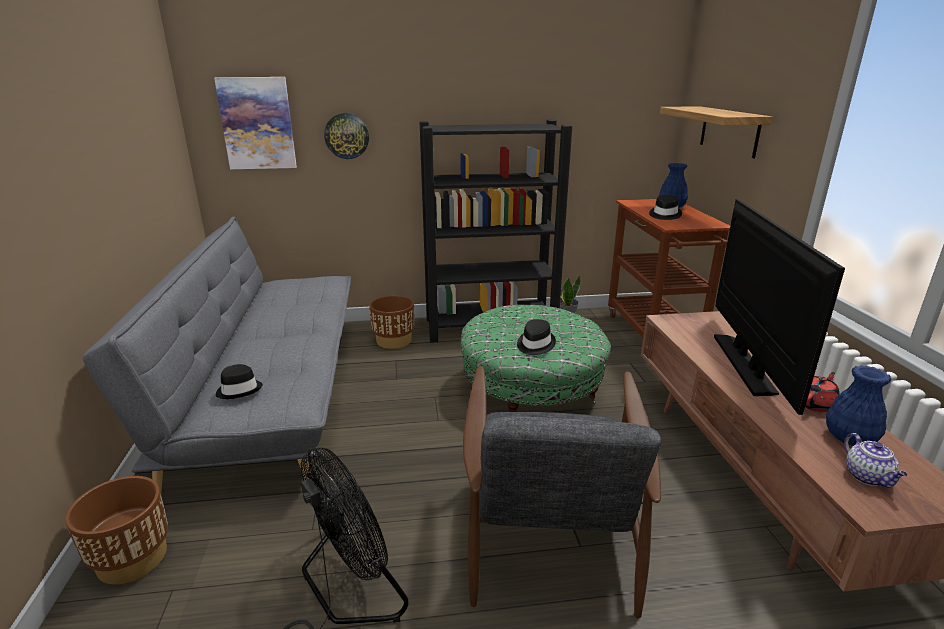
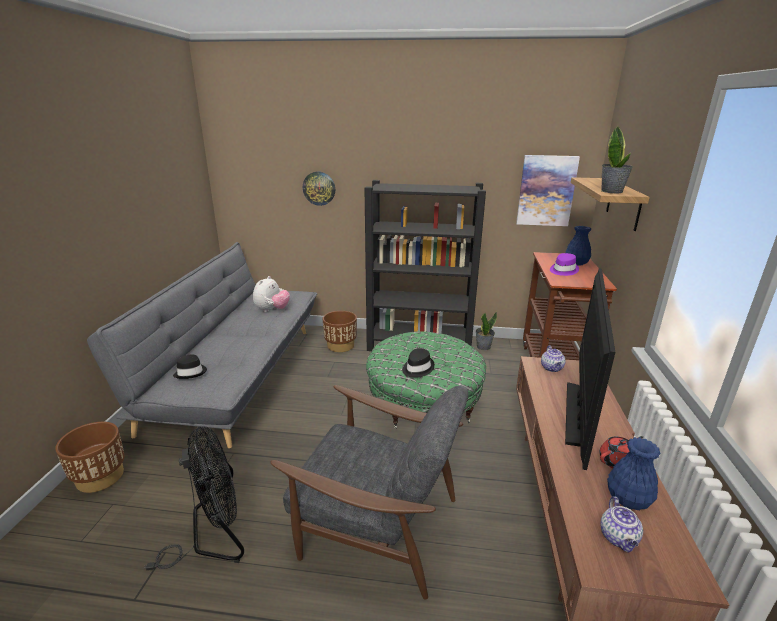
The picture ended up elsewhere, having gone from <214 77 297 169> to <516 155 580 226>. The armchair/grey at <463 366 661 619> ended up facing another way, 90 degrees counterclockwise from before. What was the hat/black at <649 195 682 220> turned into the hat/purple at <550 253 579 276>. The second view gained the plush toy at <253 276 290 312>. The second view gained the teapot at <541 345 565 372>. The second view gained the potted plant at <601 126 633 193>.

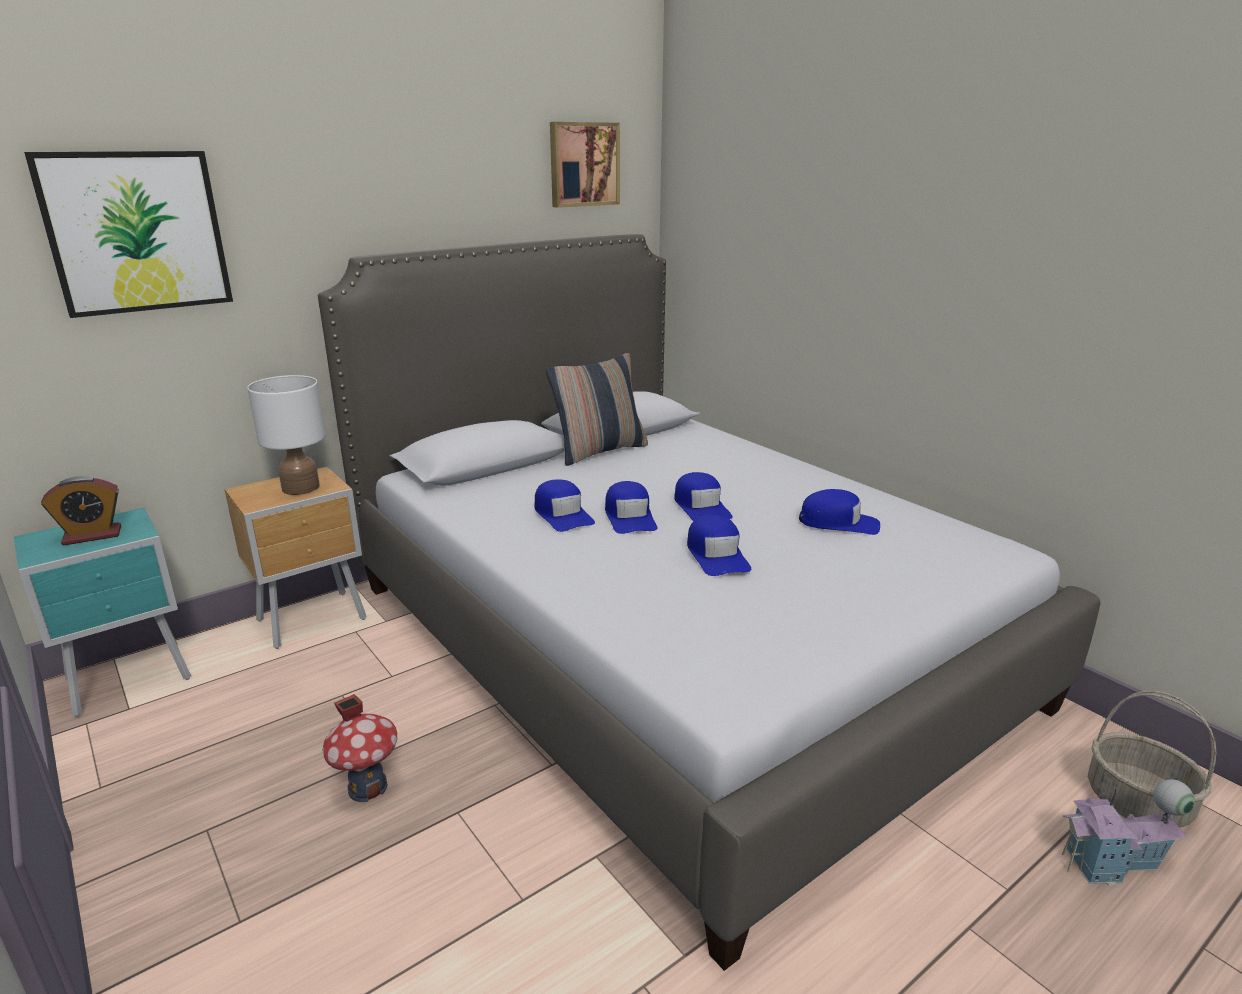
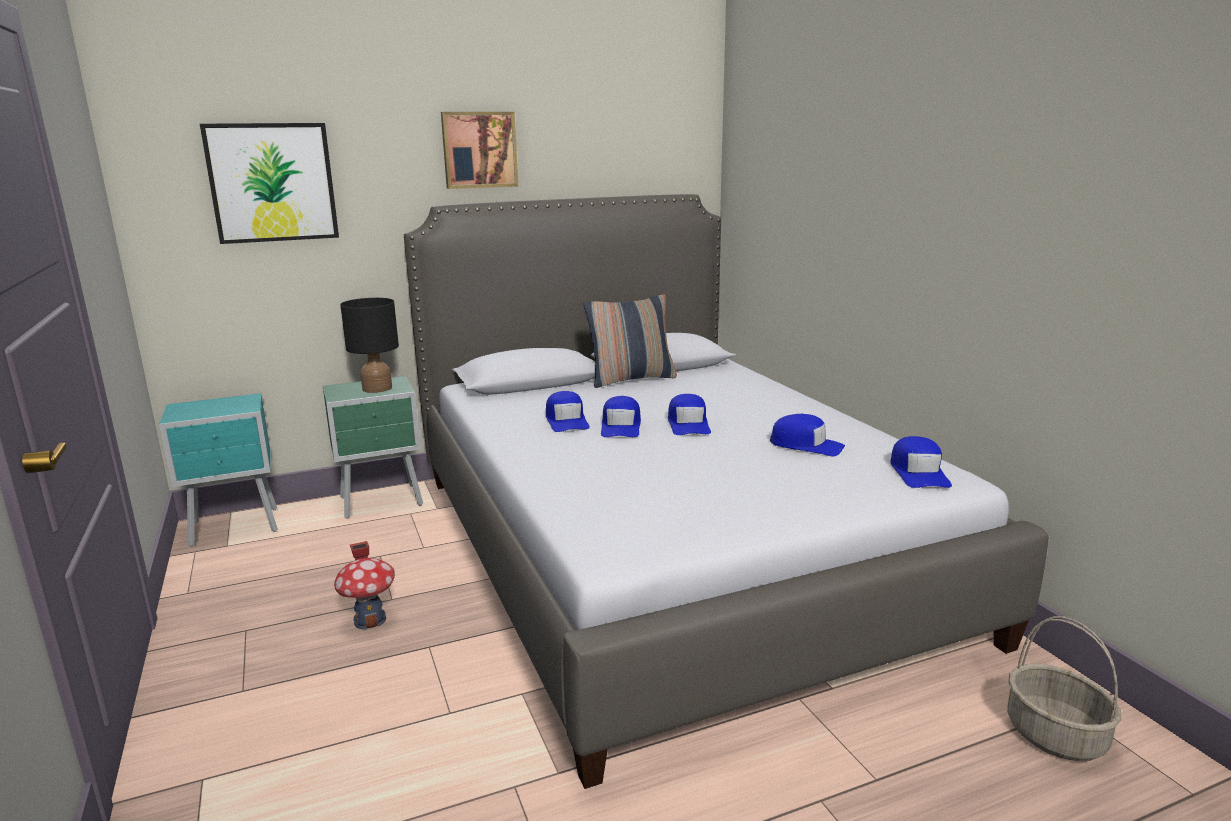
The second view lost the alarm clock at <41 476 121 546>. What was the nightstand/brown at <224 467 367 649> turned into the nightstand/green at <323 376 423 519>. What was the table lamp/white at <247 375 325 495> turned into the table lamp/black at <340 298 399 393>. The picture ended up elsewhere, having gone from <550 122 620 208> to <441 112 518 189>. The cap/blue ended up elsewhere, having gone from <687 515 751 576> to <890 436 952 488>. The second view lost the toy house at <1062 779 1195 885>.

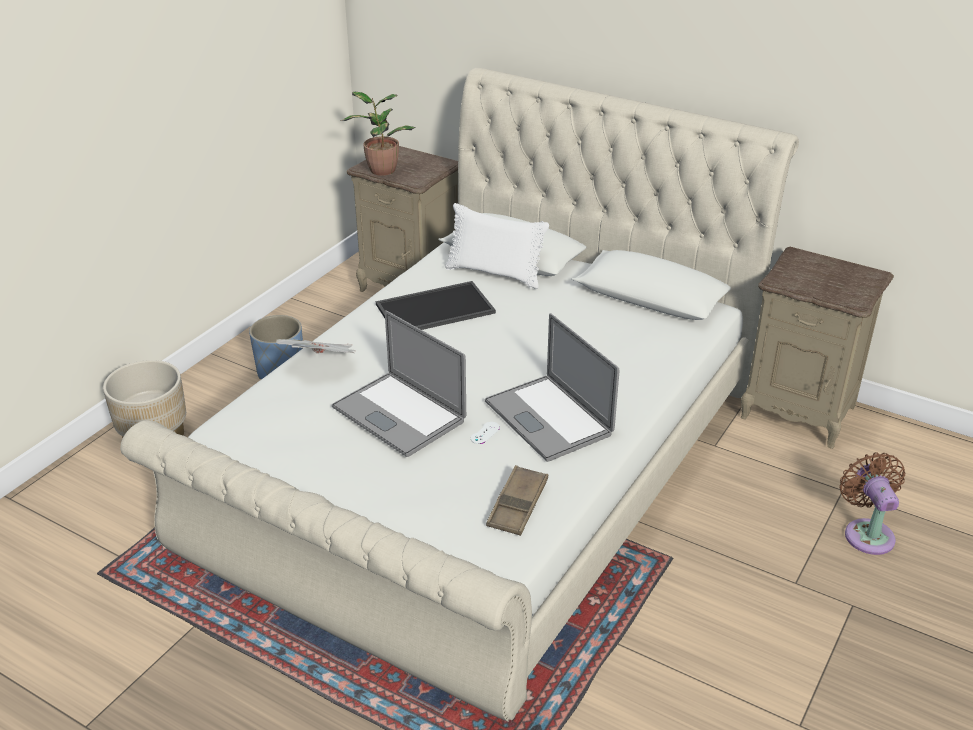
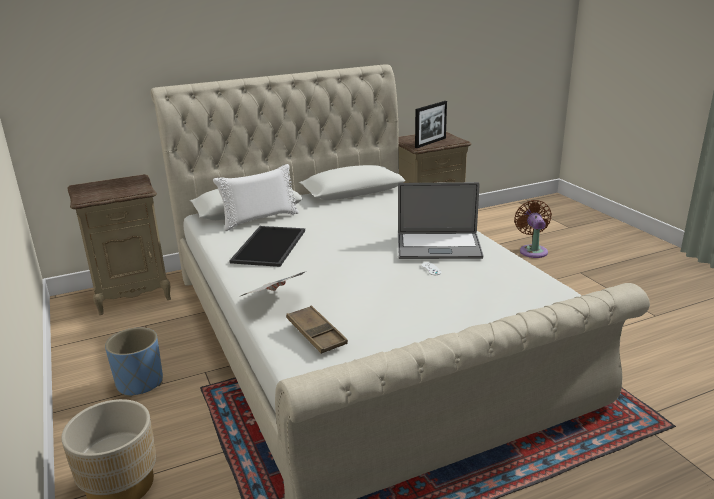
The second view lost the laptop at <332 310 466 457>. The second view lost the potted plant at <341 92 416 176>. The tray/brown ended up elsewhere, having gone from <486 465 548 536> to <286 305 348 354>. The fan/brown at <840 452 905 555> ended up facing another way, 60 degrees clockwise from before. The second view gained the picture frame at <415 101 447 148>.

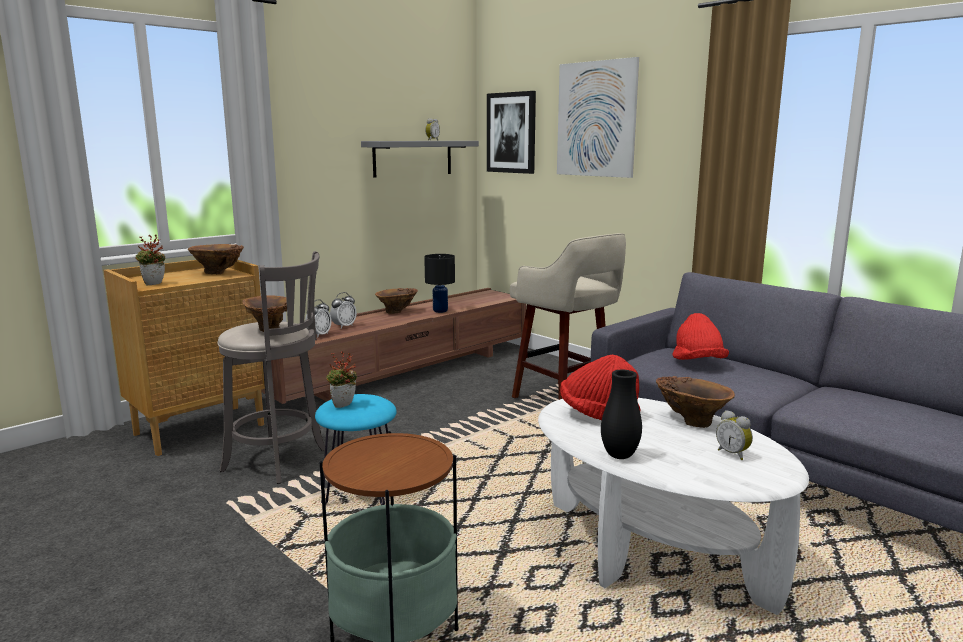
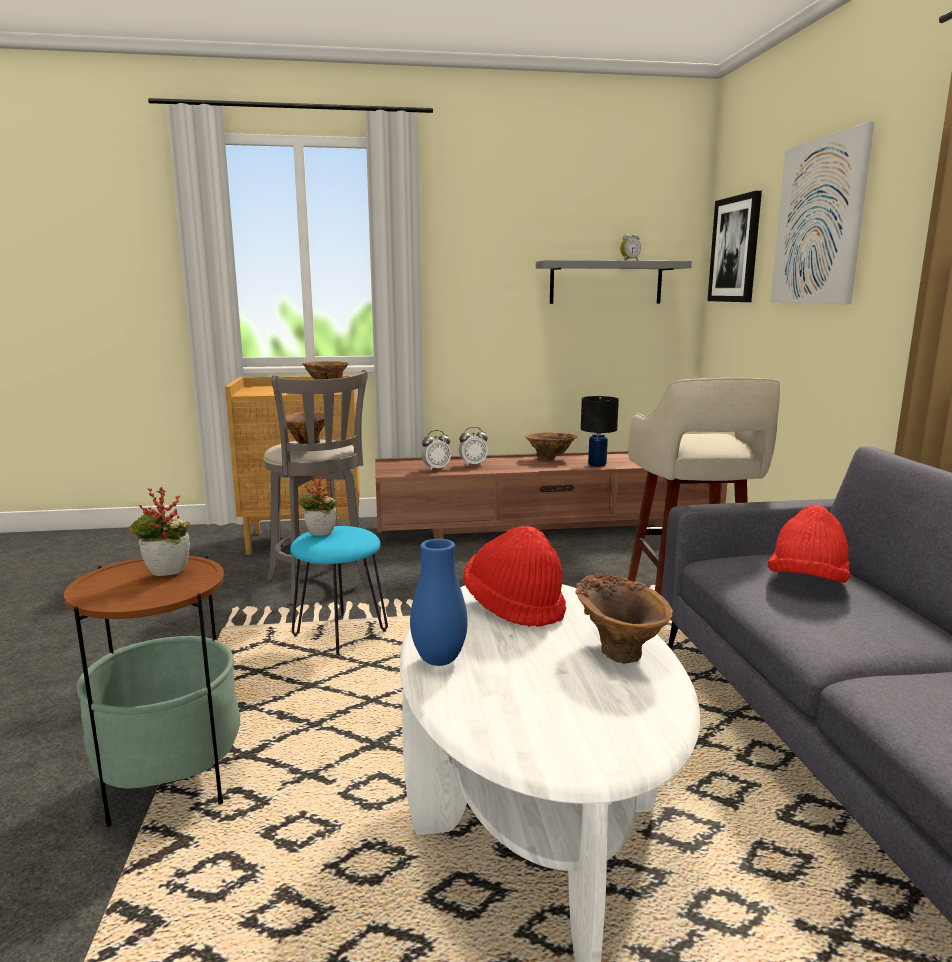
The potted plant ended up elsewhere, having gone from <135 234 165 285> to <129 486 190 576>. What was the vase/black at <601 370 642 459> turned into the vase/blue at <410 539 468 666>. The second view lost the alarm clock at <716 410 753 460>.

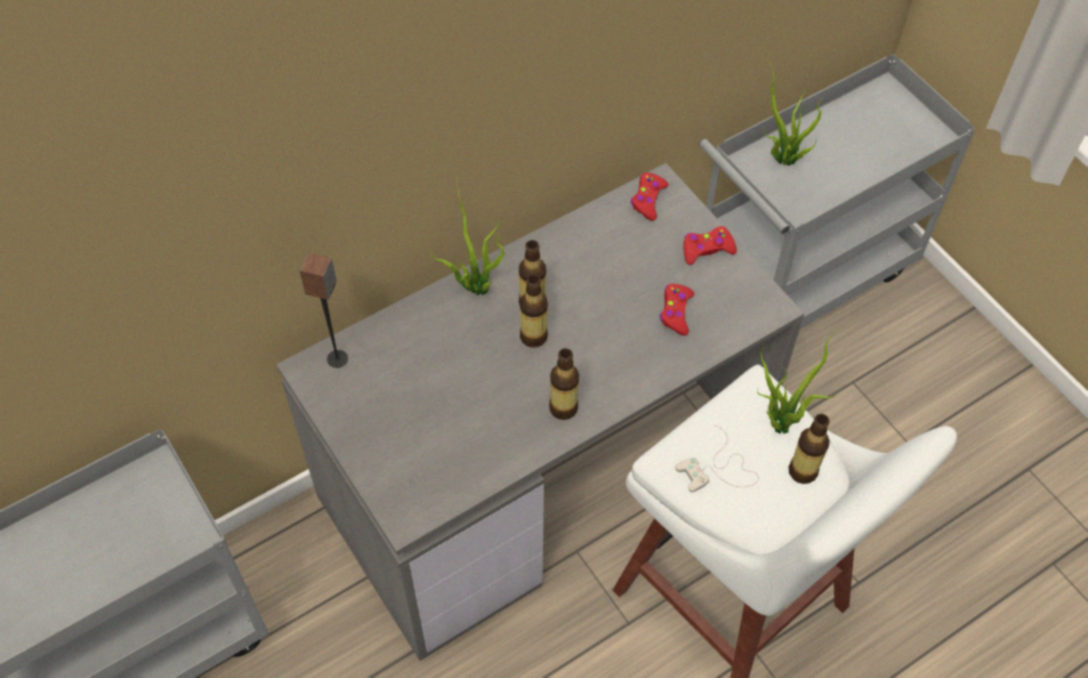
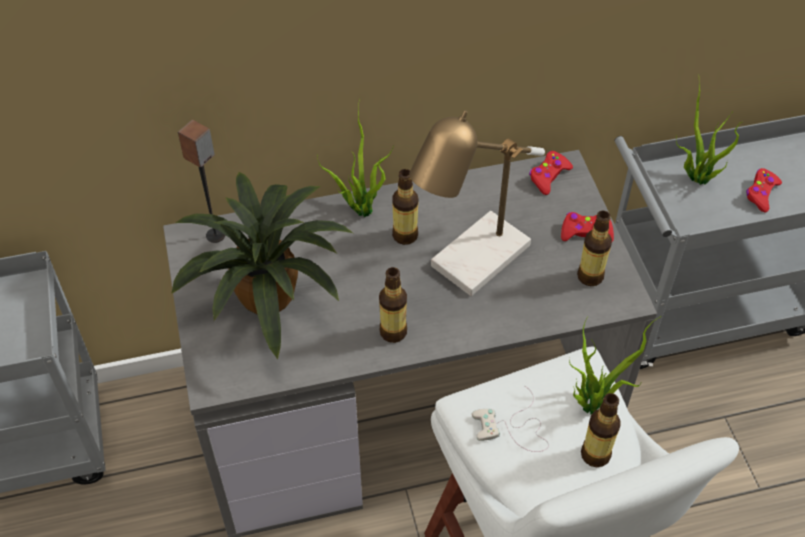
The bottle ended up elsewhere, having gone from <520 275 548 348> to <577 211 612 286>. The game controller/red ended up elsewhere, having gone from <660 284 694 336> to <746 168 782 212>. The second view gained the potted plant at <171 172 353 359>. The second view gained the table lamp at <409 110 545 296>.

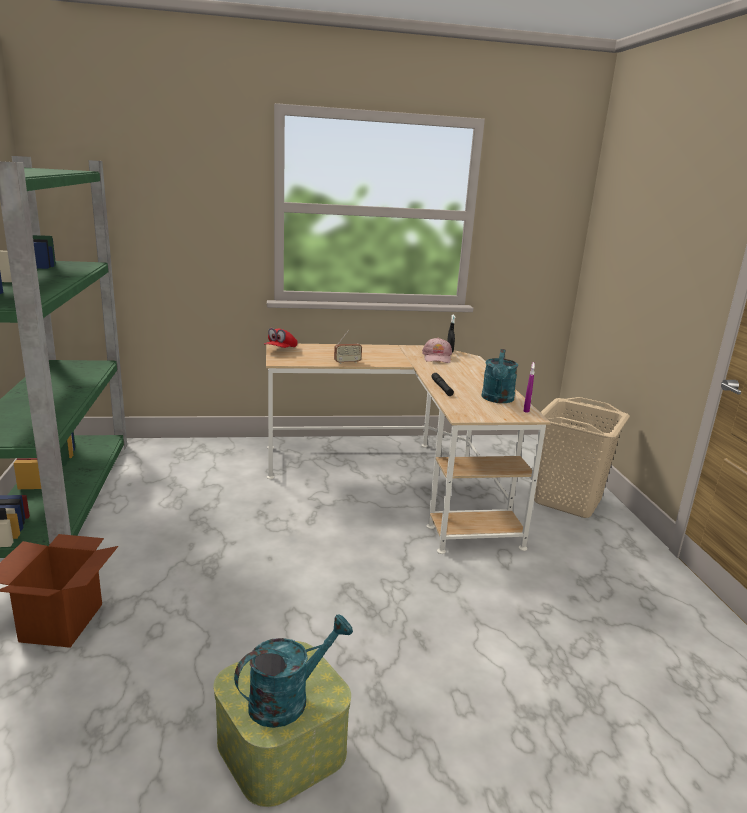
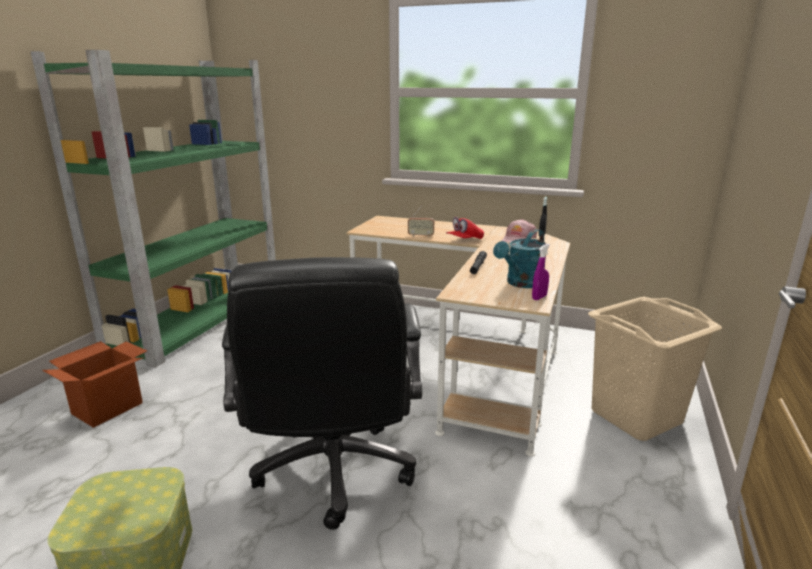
The second view lost the watering can/turquoise at <234 614 353 728>. The cap/red ended up elsewhere, having gone from <264 328 298 348> to <446 217 484 239>. The second view gained the office chair/black at <222 257 422 530>.

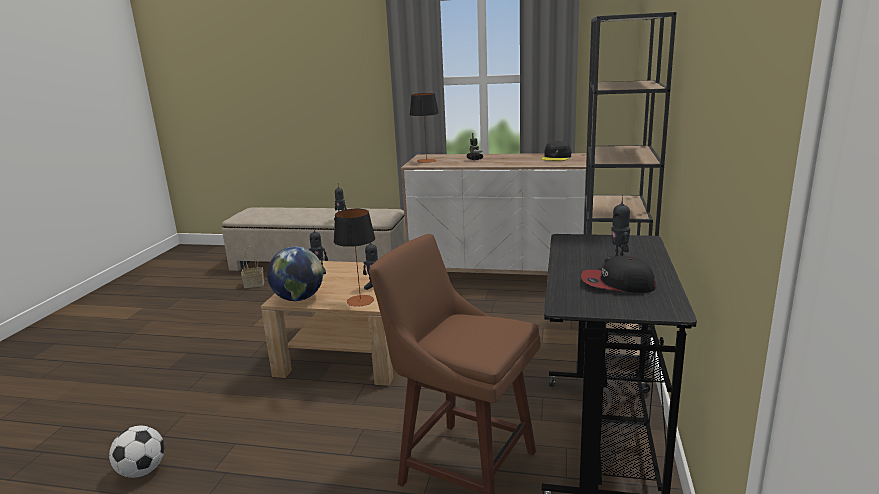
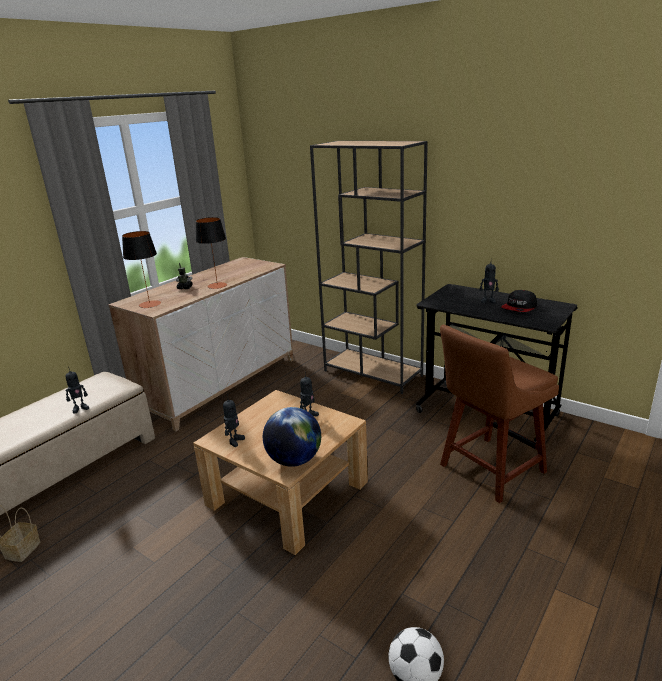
The table lamp ended up elsewhere, having gone from <334 209 375 307> to <196 217 227 289>. The second view lost the cap/black at <541 141 571 161>.

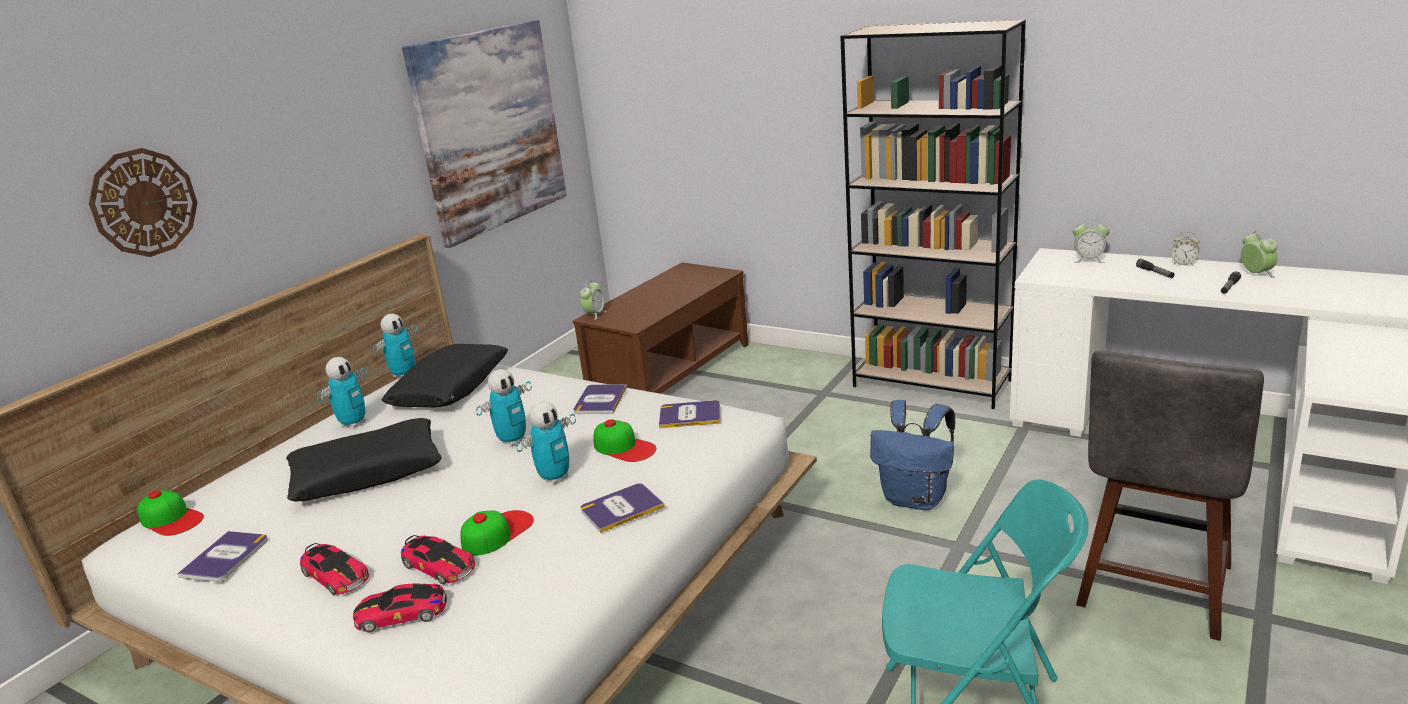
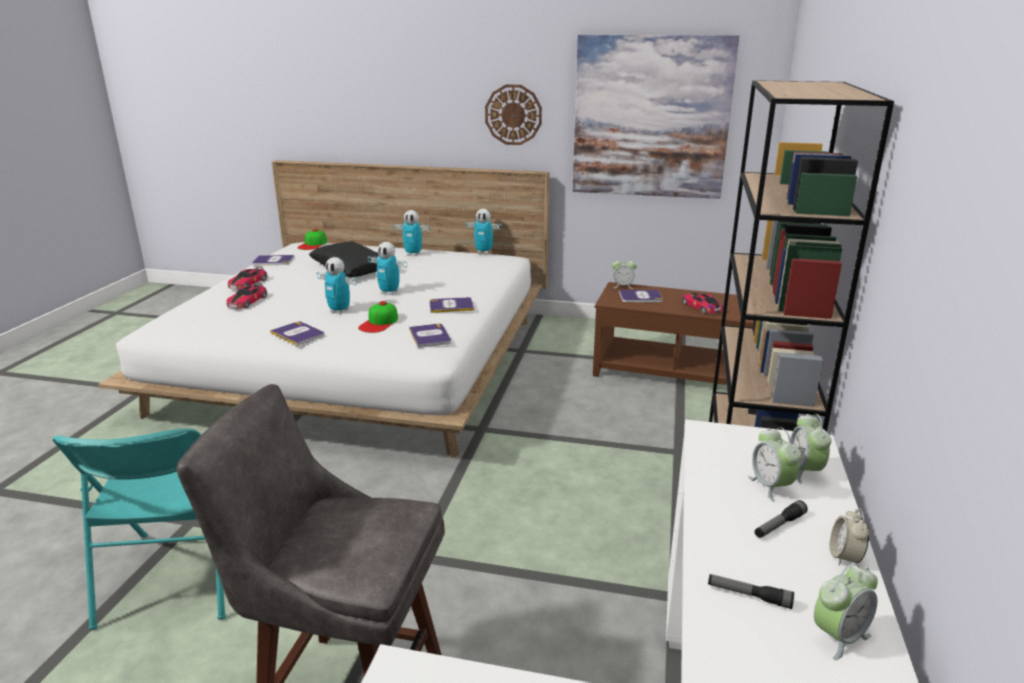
The wall clock ended up elsewhere, having gone from <89 148 198 257> to <485 85 542 145>. The toy car ended up elsewhere, having gone from <353 583 447 633> to <682 293 723 314>. The second view lost the pillow/black at <382 344 508 408>. The second view lost the cap at <460 510 534 556>. The second view lost the backpack/blue at <870 400 955 510>. The second view gained the book at <619 290 663 302>. The second view gained the alarm clock at <748 427 801 502>.

